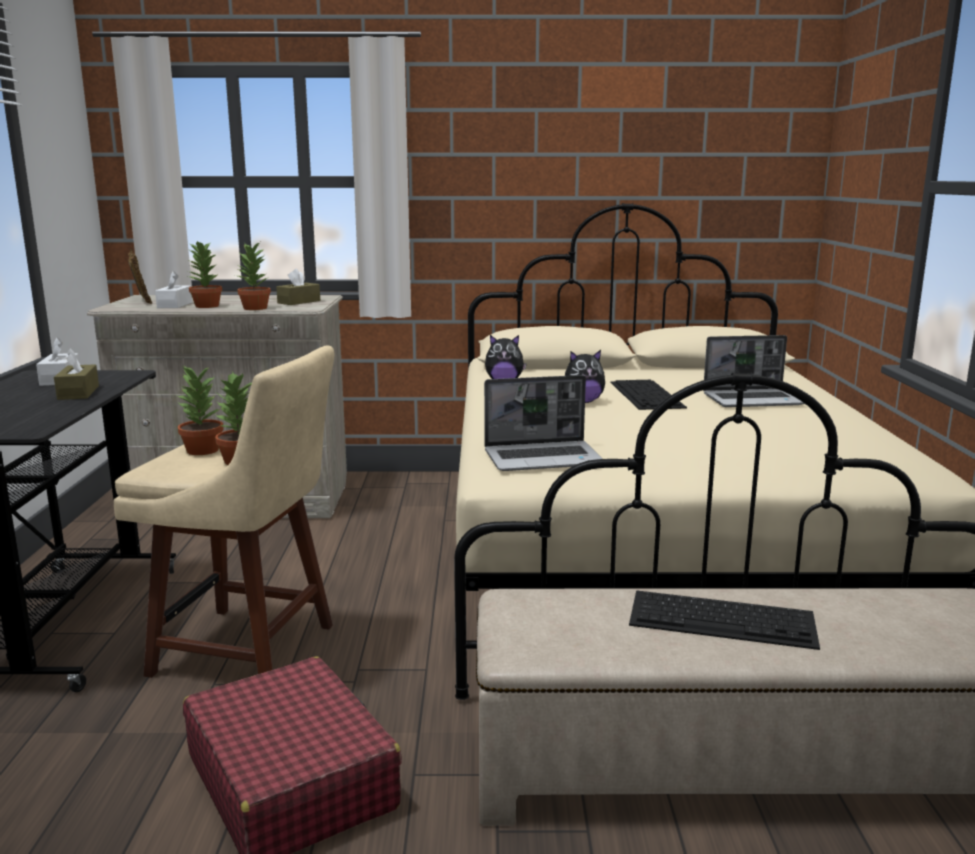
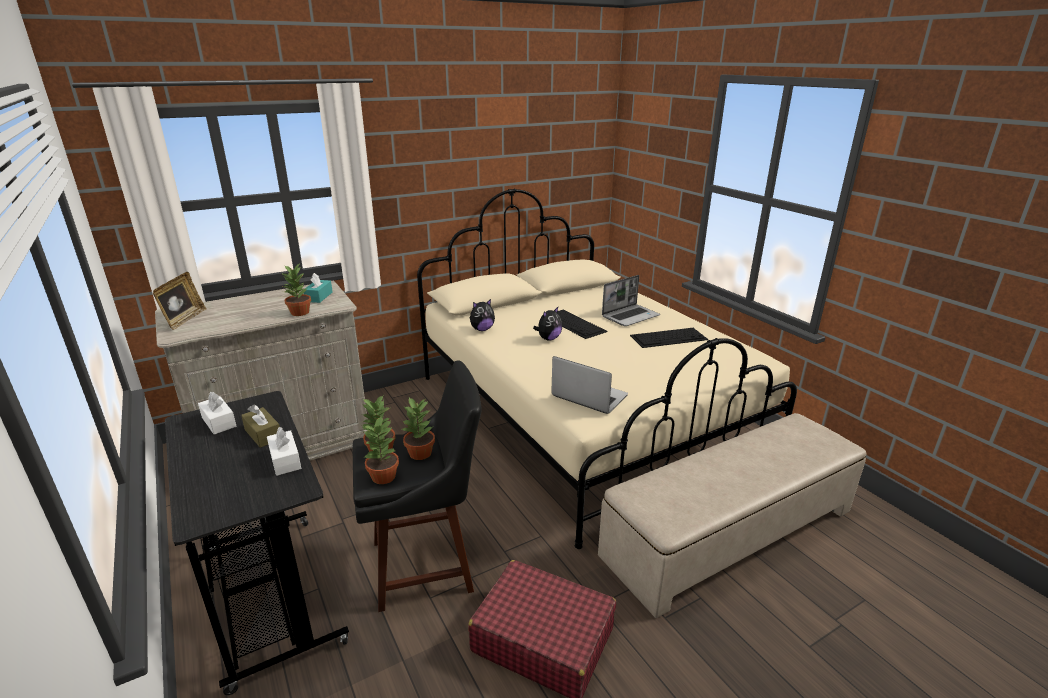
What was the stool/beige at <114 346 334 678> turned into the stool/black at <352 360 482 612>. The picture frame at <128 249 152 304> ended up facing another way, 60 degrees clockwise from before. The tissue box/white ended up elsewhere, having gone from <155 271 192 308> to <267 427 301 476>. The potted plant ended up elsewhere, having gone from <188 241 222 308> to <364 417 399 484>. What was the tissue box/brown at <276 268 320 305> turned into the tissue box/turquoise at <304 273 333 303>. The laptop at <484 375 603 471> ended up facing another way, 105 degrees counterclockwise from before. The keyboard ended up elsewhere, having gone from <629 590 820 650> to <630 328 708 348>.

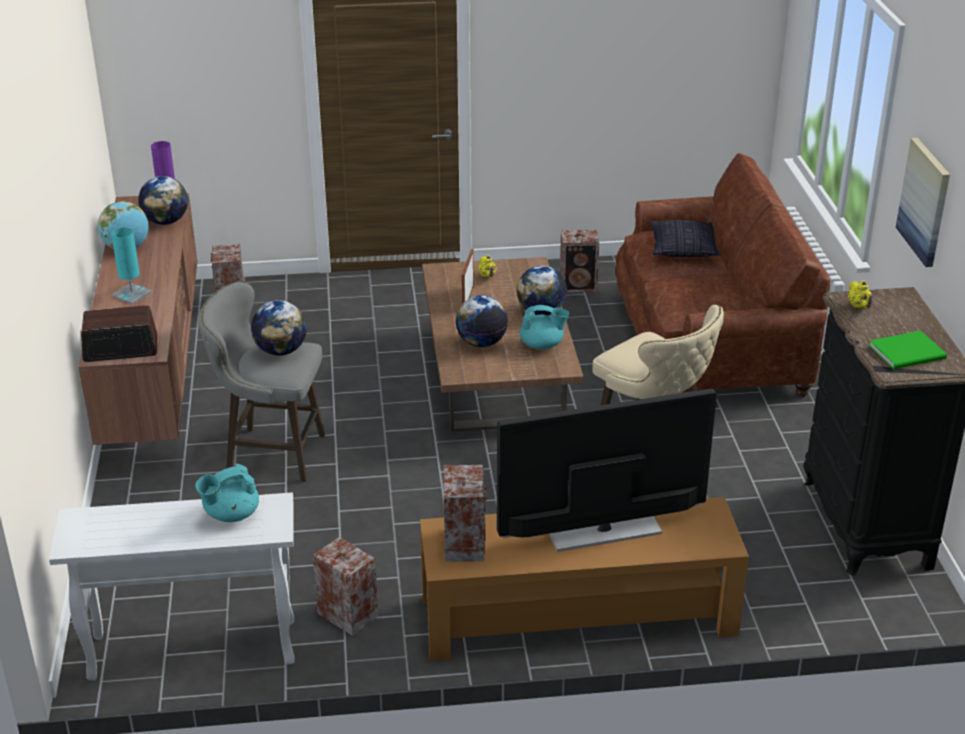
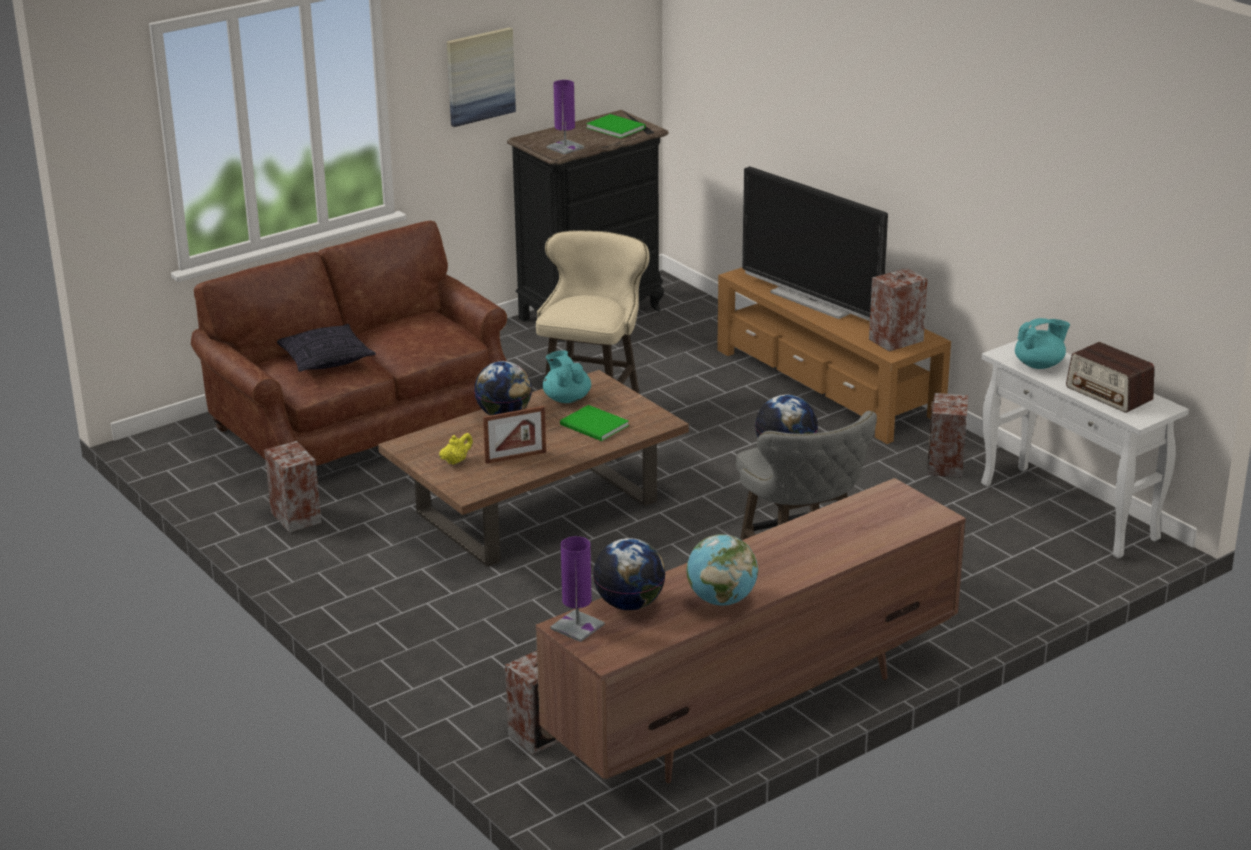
The radio ended up elsewhere, having gone from <81 305 157 362> to <1066 342 1154 413>. The second view lost the table lamp/turquoise at <111 227 152 304>. The teapot/turquoise at <196 464 259 522> ended up facing another way, 45 degrees counterclockwise from before. Where the globe stood at <456 295 508 347>, the book/green came to stand at <560 405 629 441>. Where the teapot/yellow stood at <848 280 872 309>, the table lamp/purple came to stand at <546 80 584 155>.

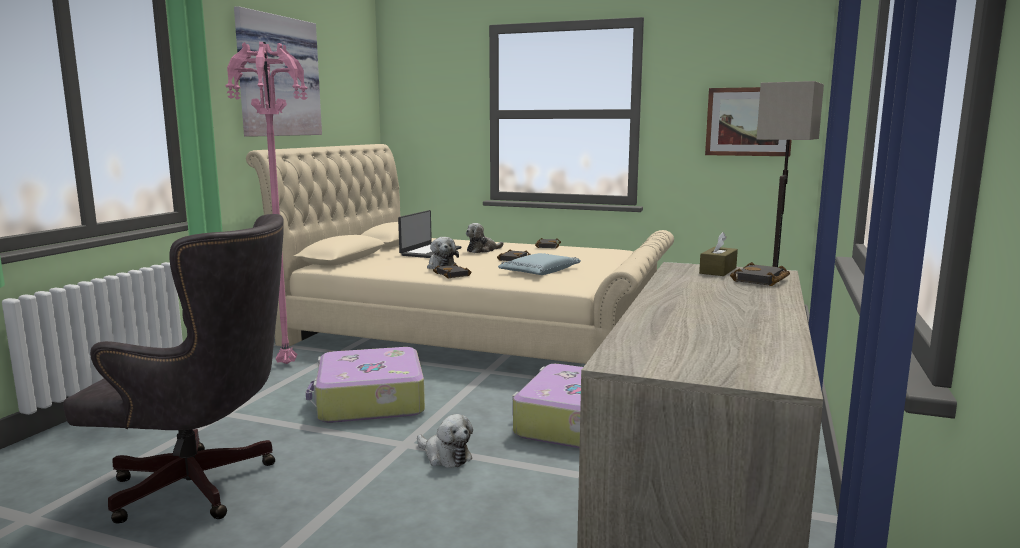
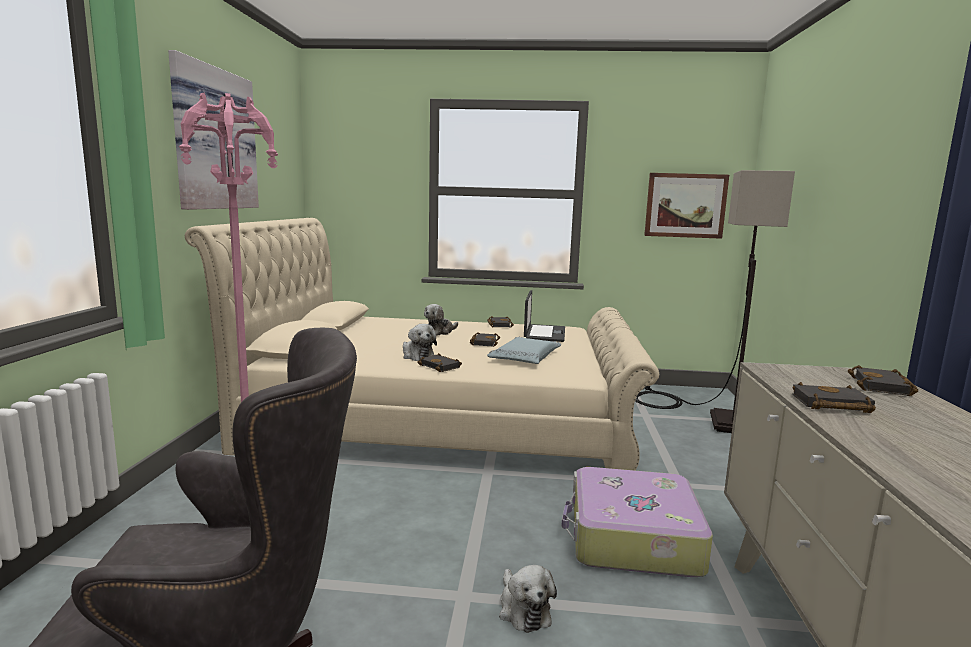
The second view lost the suitcase at <306 347 425 423>. The laptop ended up elsewhere, having gone from <398 210 462 258> to <524 290 565 342>. The plush toy at <417 414 473 468> ended up facing another way, 45 degrees clockwise from before. The second view lost the tissue box/brown at <699 232 738 276>. The second view gained the book/black at <792 382 876 413>.

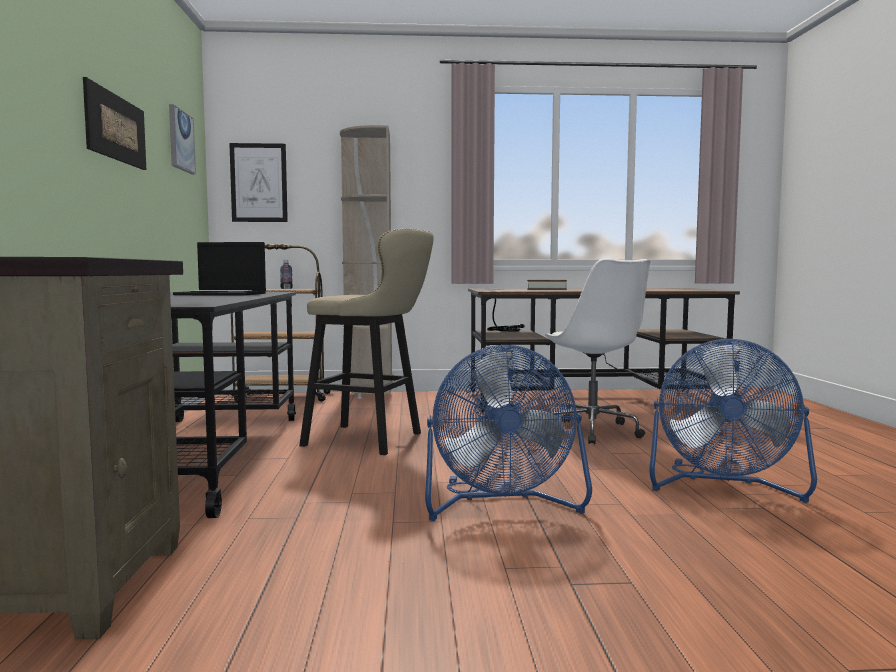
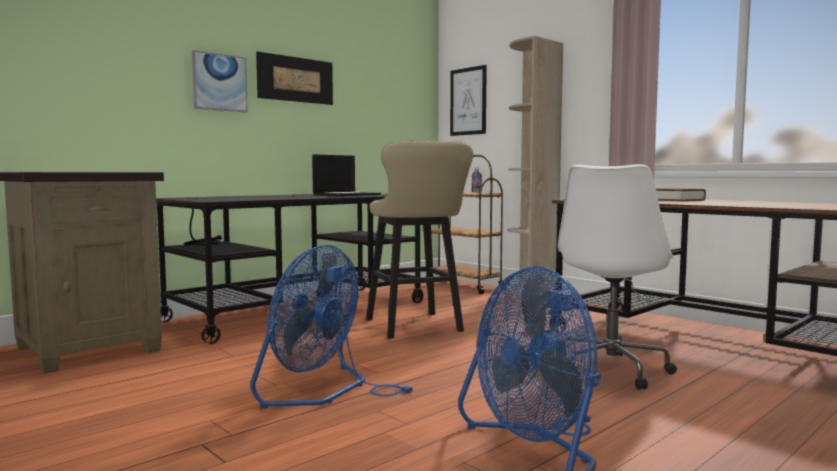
The picture ended up elsewhere, having gone from <169 104 196 175> to <192 50 248 112>. The laptop at <173 242 266 296> ended up facing another way, 105 degrees counterclockwise from before. The fan/blue at <425 345 592 521> ended up facing another way, 75 degrees clockwise from before.

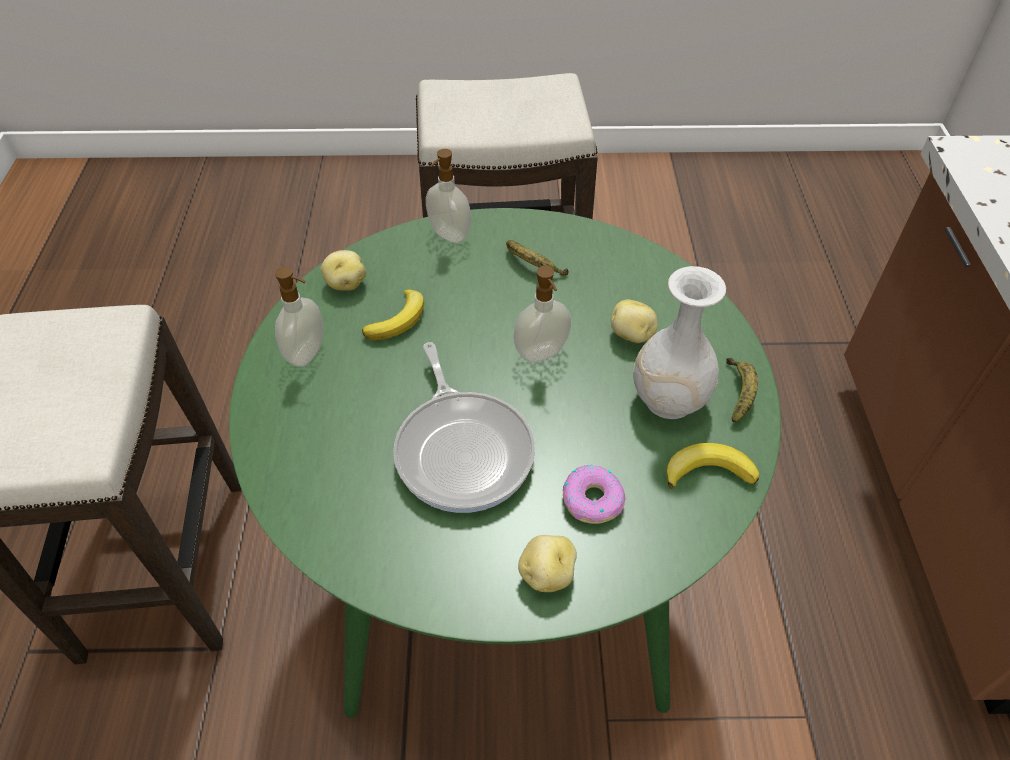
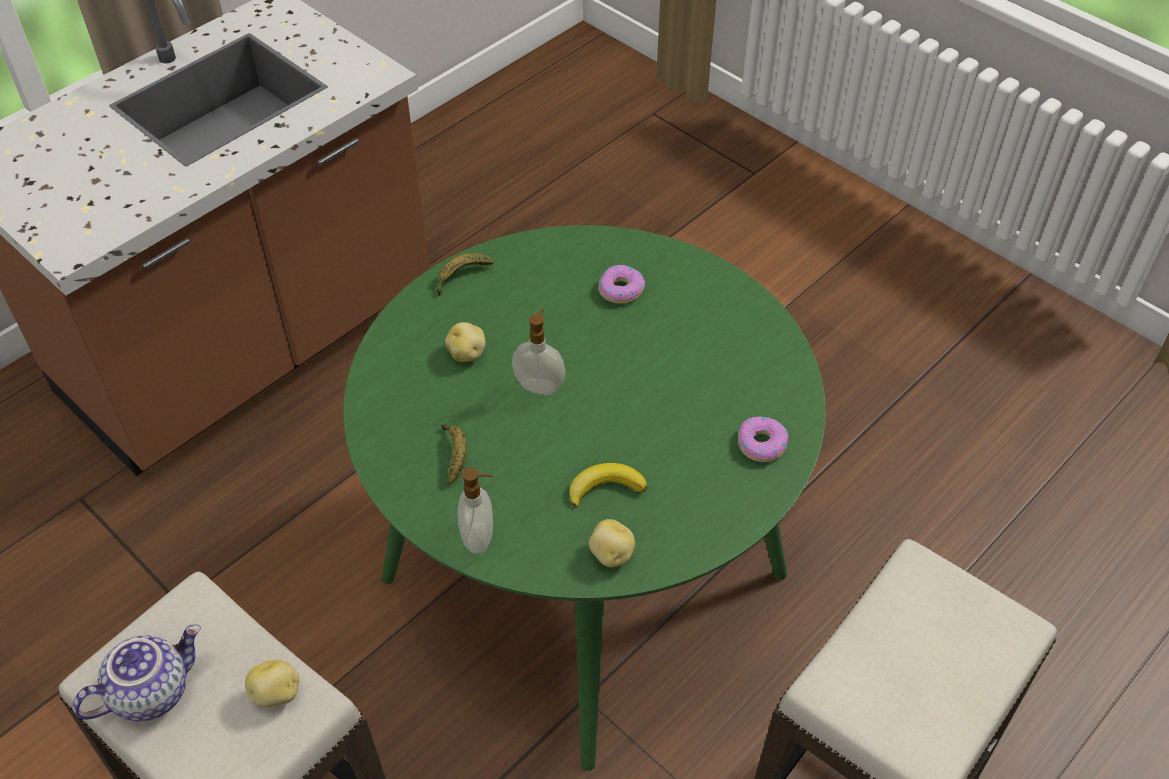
The second view lost the soap dispenser at <275 266 323 367>. The second view lost the frying pan at <393 342 535 513>. The potato ended up elsewhere, having gone from <518 535 577 592> to <245 660 299 707>. The second view lost the vase/white at <633 266 726 419>. The second view lost the banana at <666 443 759 489>. The second view gained the teapot at <73 624 201 721>. The second view gained the donut at <738 416 789 462>.

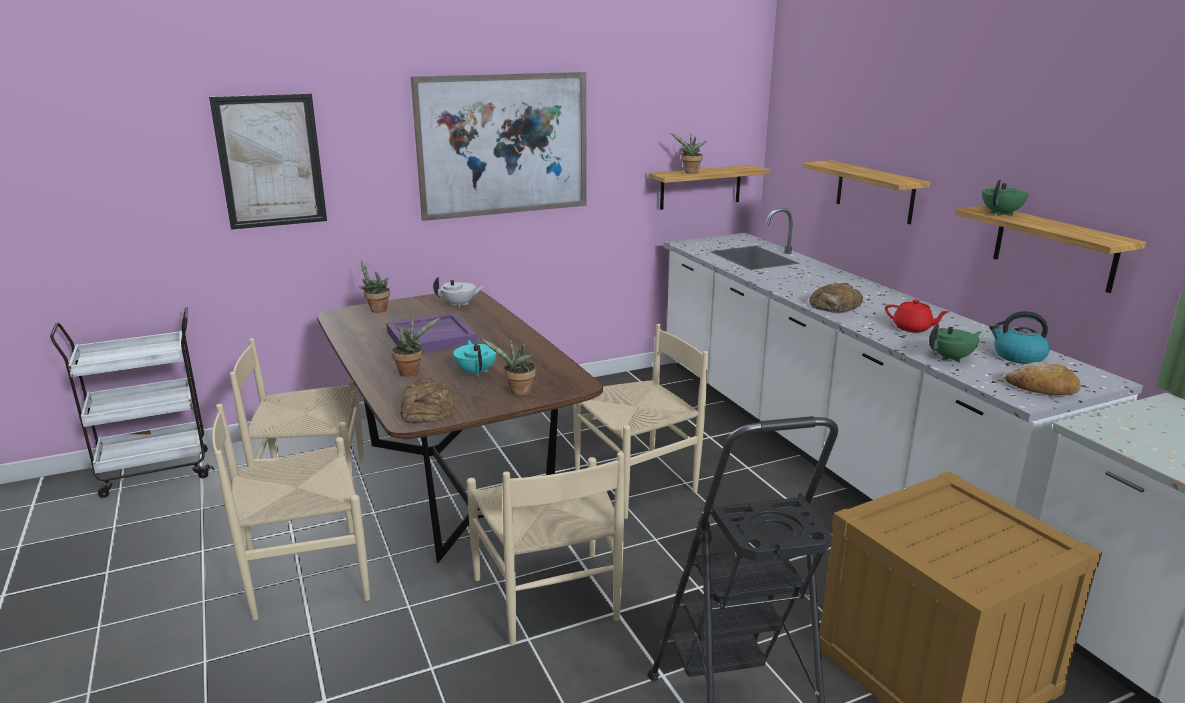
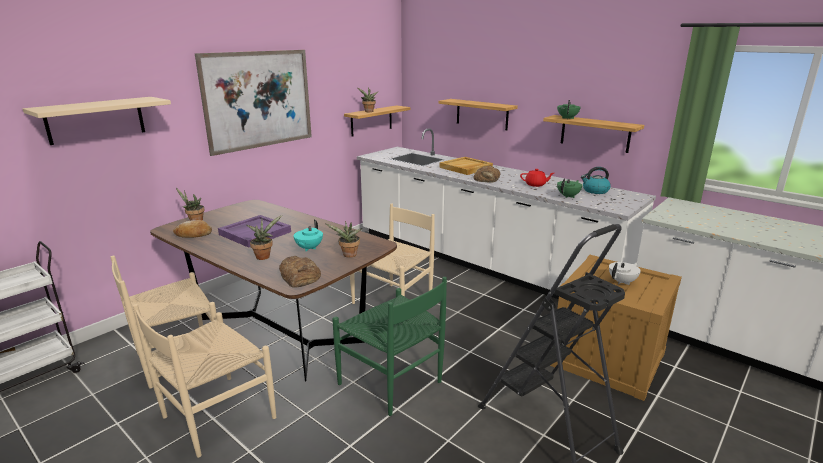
Where the picture hung at <209 94 327 230>, the shelf/beige came to hang at <23 97 171 145>. The teapot/white ended up elsewhere, having gone from <433 276 485 308> to <609 262 641 285>. The teapot/turquoise at <453 340 497 376> ended up facing another way, 120 degrees counterclockwise from before. What was the chair/beige at <467 452 624 646> turned into the chair/green at <332 277 447 416>. The bread ended up elsewhere, having gone from <1005 362 1081 395> to <173 220 212 238>. The second view gained the tray/beige at <439 157 493 175>.

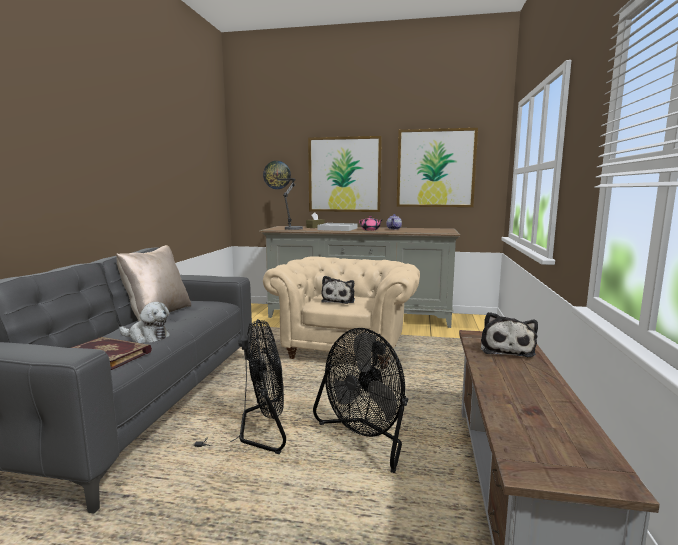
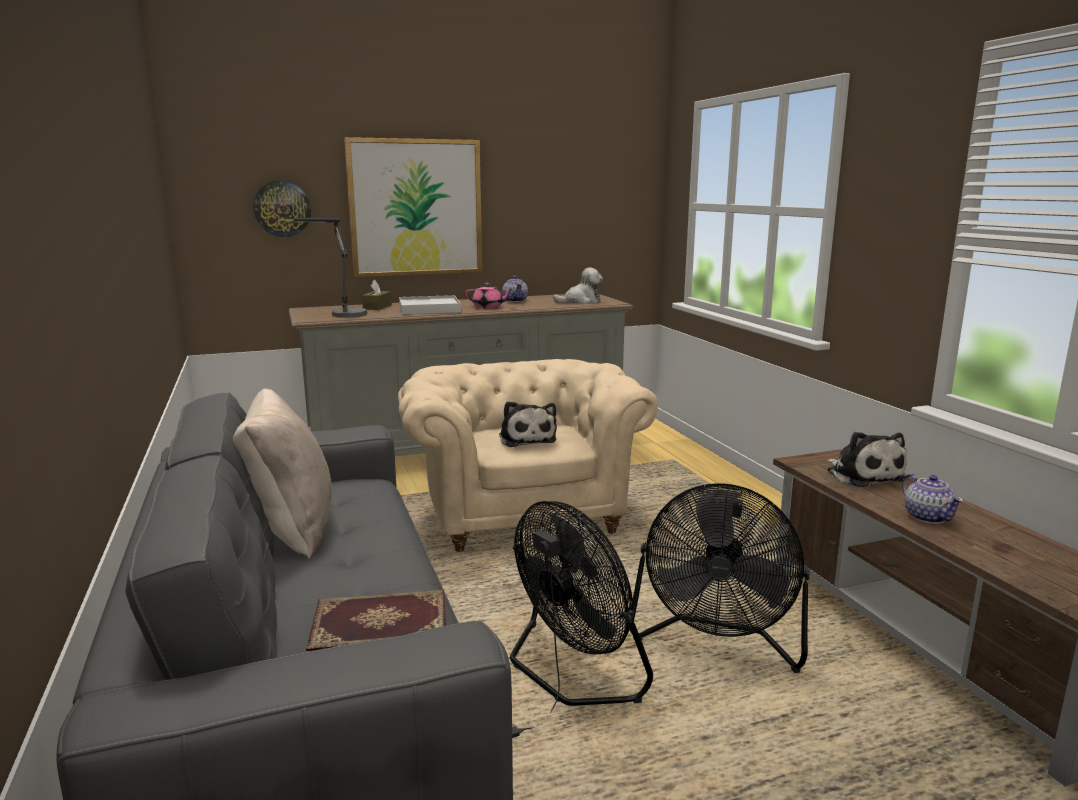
The plush toy ended up elsewhere, having gone from <119 302 170 343> to <553 268 603 304>. The second view lost the picture at <397 128 478 207>. The second view gained the teapot at <902 474 964 524>.

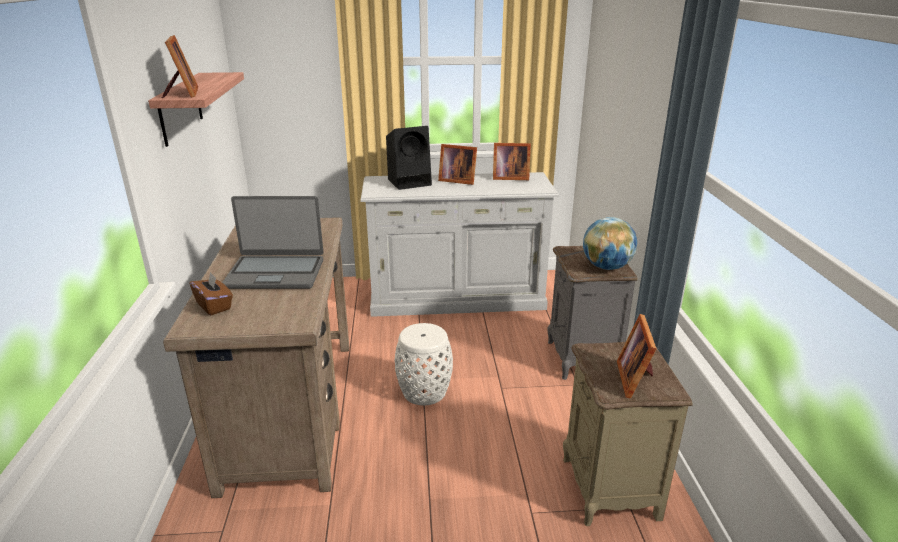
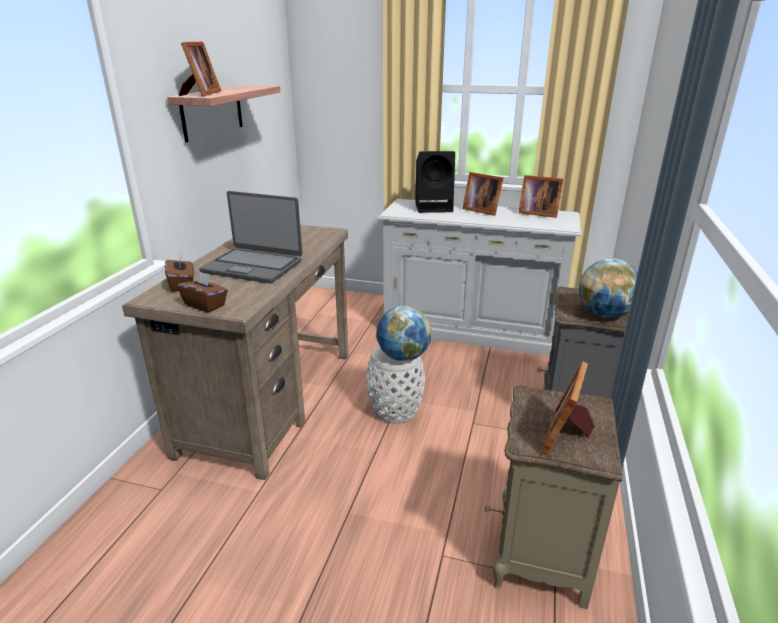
The second view gained the tissue box/brown at <177 271 228 312>. The second view gained the globe at <376 306 431 361>.

